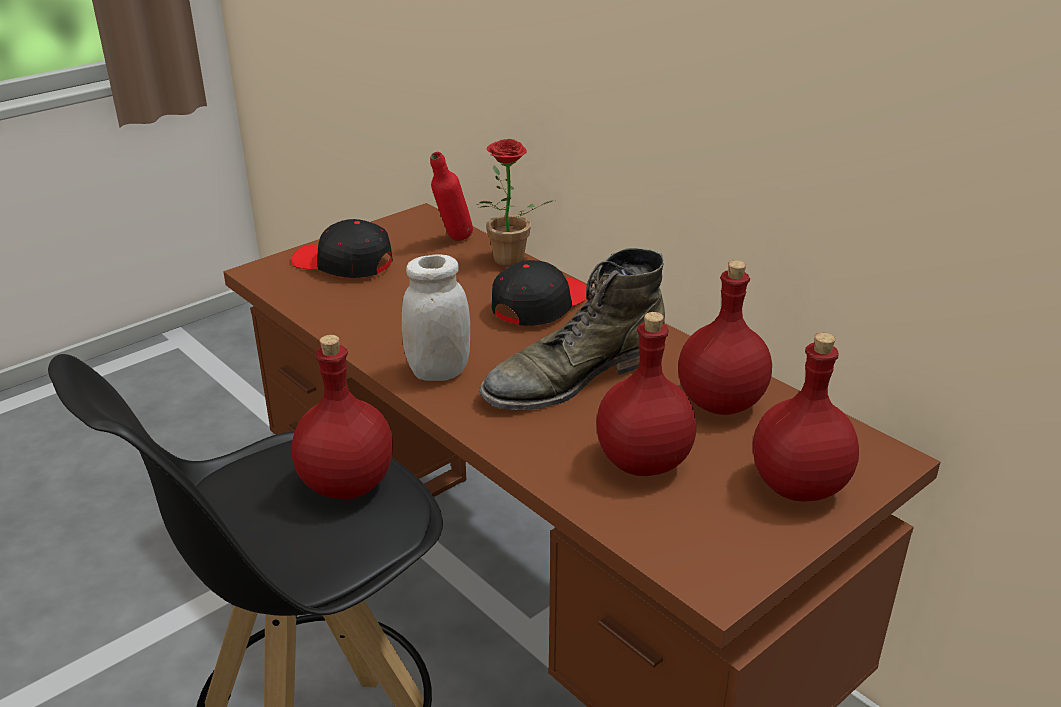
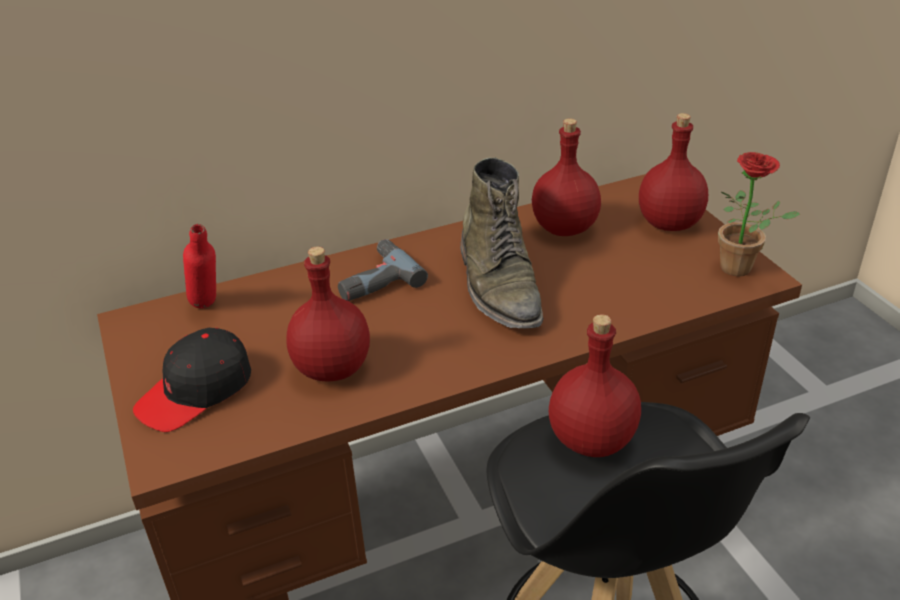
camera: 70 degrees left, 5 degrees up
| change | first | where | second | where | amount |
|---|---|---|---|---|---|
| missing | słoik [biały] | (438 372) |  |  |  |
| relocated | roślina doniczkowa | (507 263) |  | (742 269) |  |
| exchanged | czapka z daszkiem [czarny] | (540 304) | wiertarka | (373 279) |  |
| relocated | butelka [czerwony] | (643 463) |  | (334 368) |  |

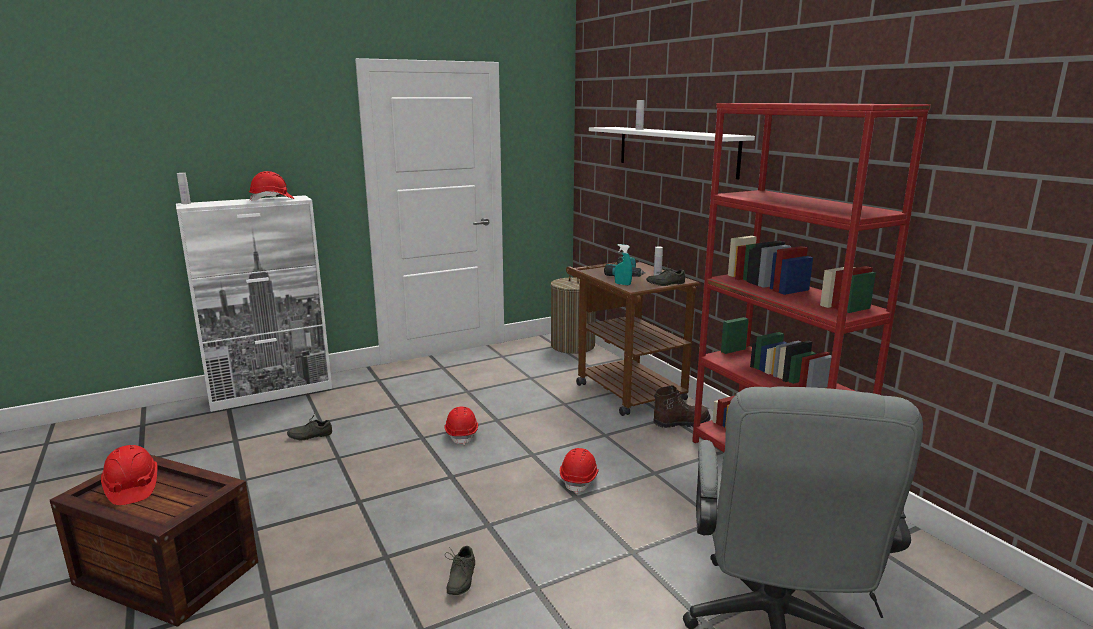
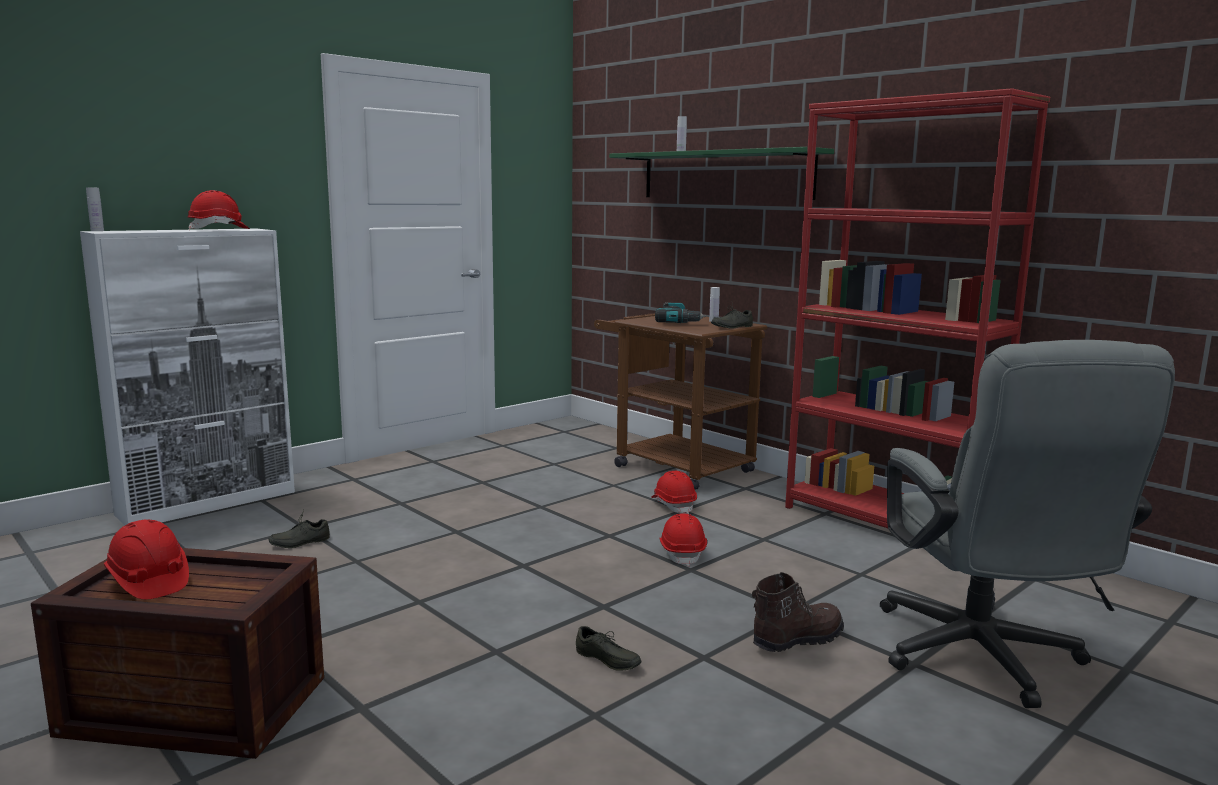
camera: 15 degrees left, 5 degrees down
| change | first | where | second | where | amount |
|---|---|---|---|---|---|
| relocated | kask [czerwony] | (462 434) |  | (673 505) |  |
| spun | but [szary] | (459 579) |  | (606 661) | 45 degrees counterclockwise |
| missing | kosz na pranie | (573 346) |  |  |  |
| colour | półka [biały] | (675 150) | półka [zielony] | (724 175) |  |
| missing | spryskiwacz [turkusowy] | (622 284) |  |  |  |
| relocated | but z cholewką [brązowy] | (680 423) |  | (796 639) |  |

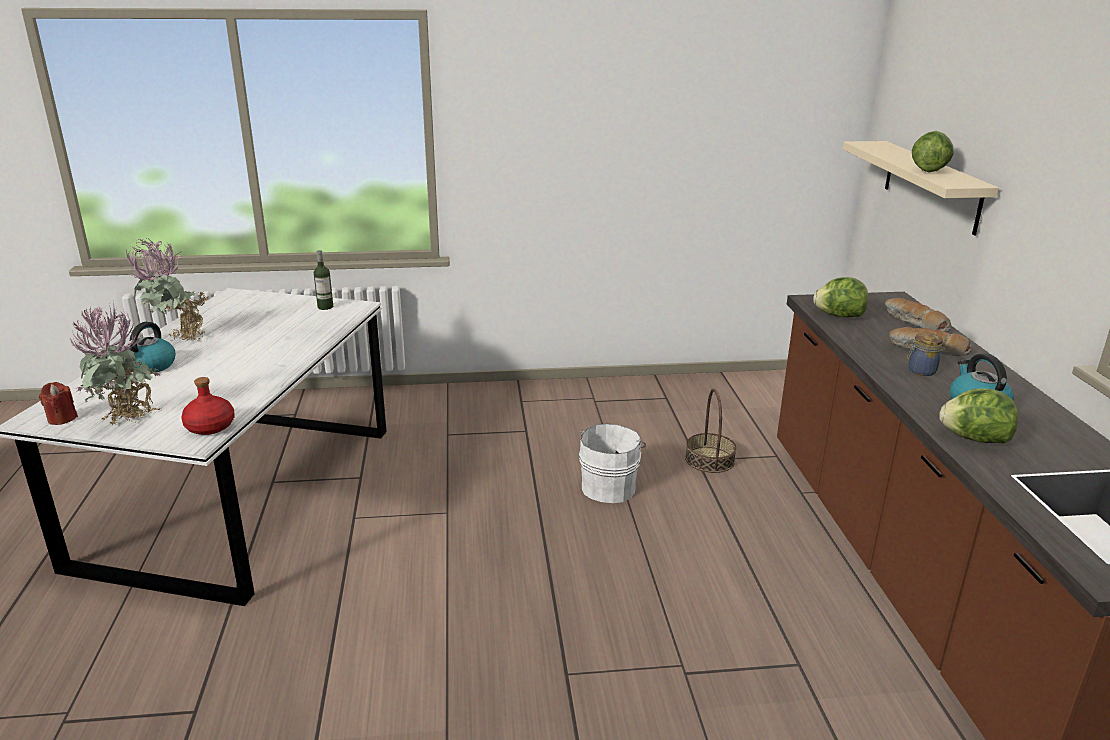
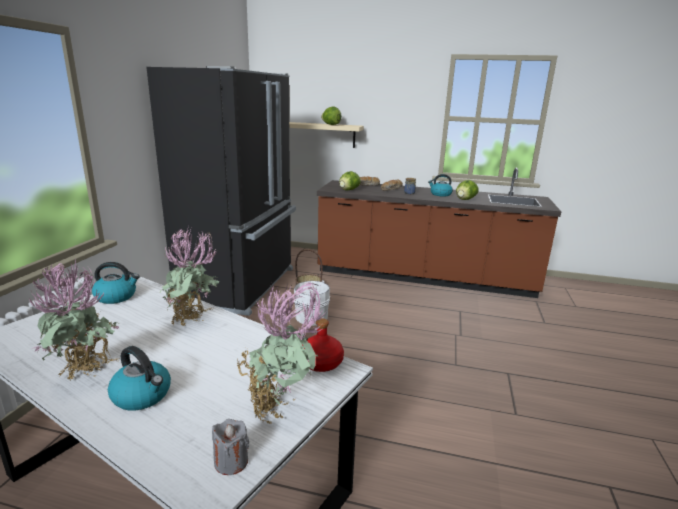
camera: 70 degrees left, 5 degrees down
| change | first | where | second | where | amount |
|---|---|---|---|---|---|
| colour | świeca [czerwony] | (62 418) | świeca [szary] | (231 462) |  |
| exchanged | butelka | (325 307) | czajnik | (116 297) |  |
| appeared |  |  | lodówka [czarny] | (241 286) |  |
| appeared |  |  | roślina doniczkowa | (194 323) |  |

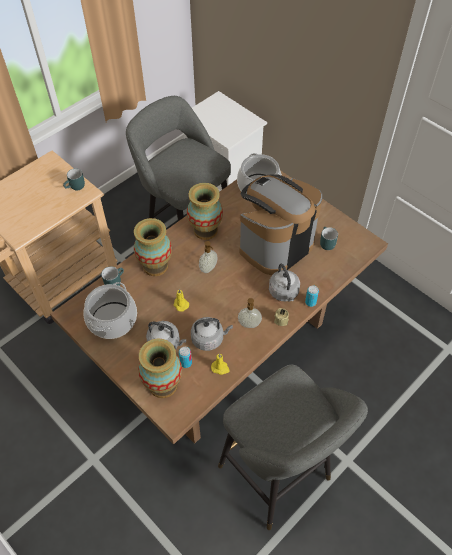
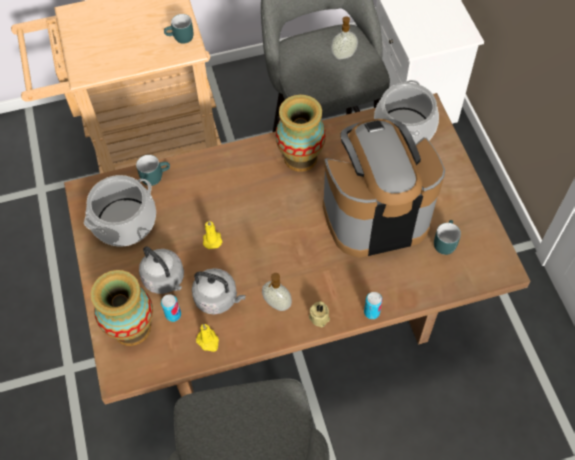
camera: 30 degrees right, 5 degrees up
| change | first | where | second | where | amount |
|---|---|---|---|---|---|
| missing | wazon | (155 266) |  |  |  |
| relocated | dozownik mydła | (209 269) |  | (344 56) |  |
| missing | czajnik [szary] | (284 293) |  |  |  |

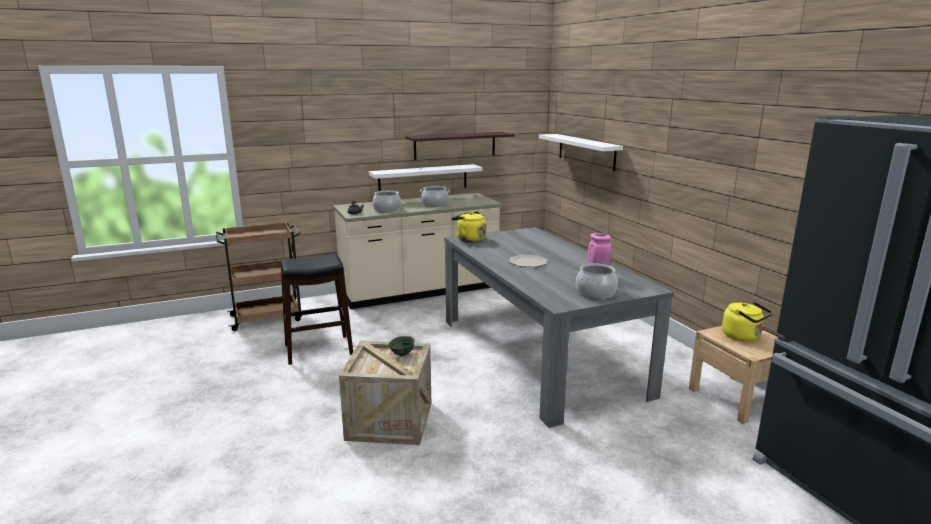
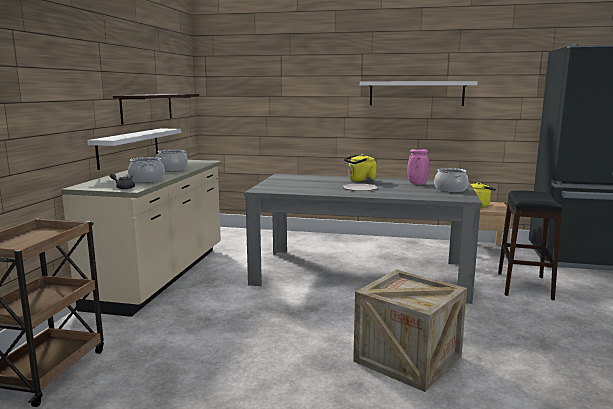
camera: 55 degrees left, 5 degrees down
| change | first | where | second | where | amount |
|---|---|---|---|---|---|
| relocated | stołek [czarny] | (318 350) |  | (524 286) |  |
| missing | miska [zielony] | (402 355) |  |  |  |
| relocated | czajnik [żółty] | (469 239) |  | (360 181) |  |
| relocated | półka [biały] | (586 151) |  | (416 93) |  |

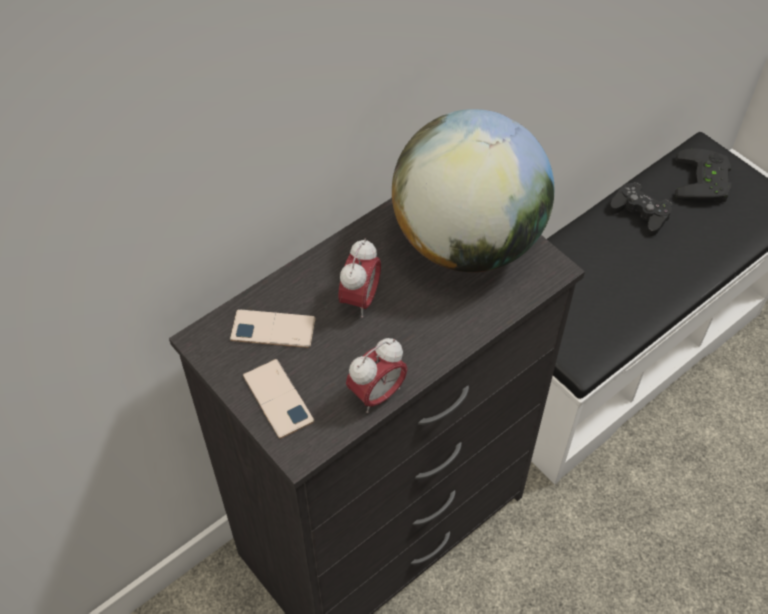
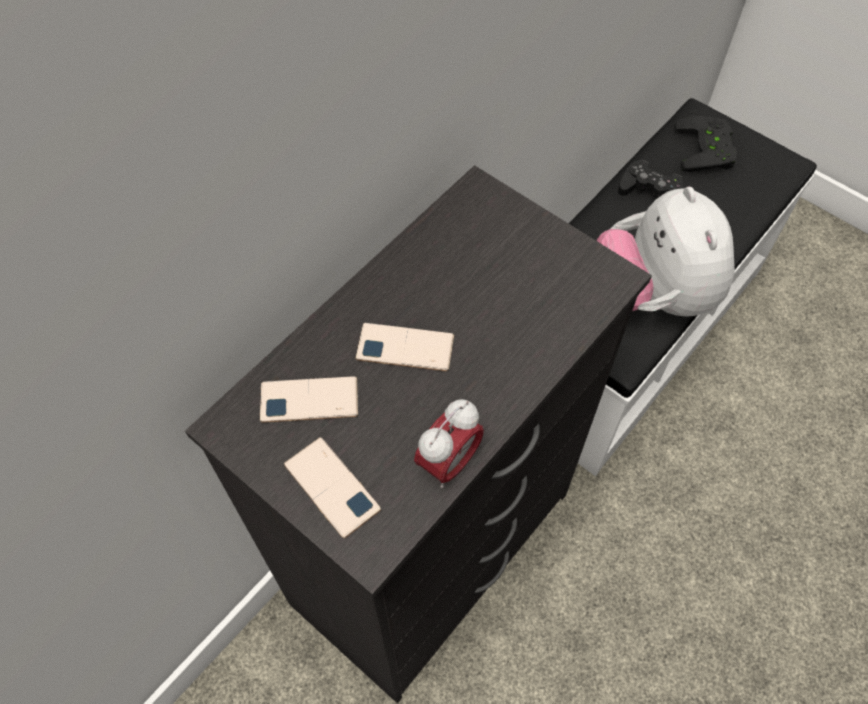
camera: 10 degrees left, 5 degrees up
| change | first | where | second | where | amount |
|---|---|---|---|---|---|
| exchanged | budzik | (360 300) | telefon | (405 347) |  |
| missing | globus | (467 242) |  |  |  |
| appeared |  |  | pluszak | (651 295) |  |

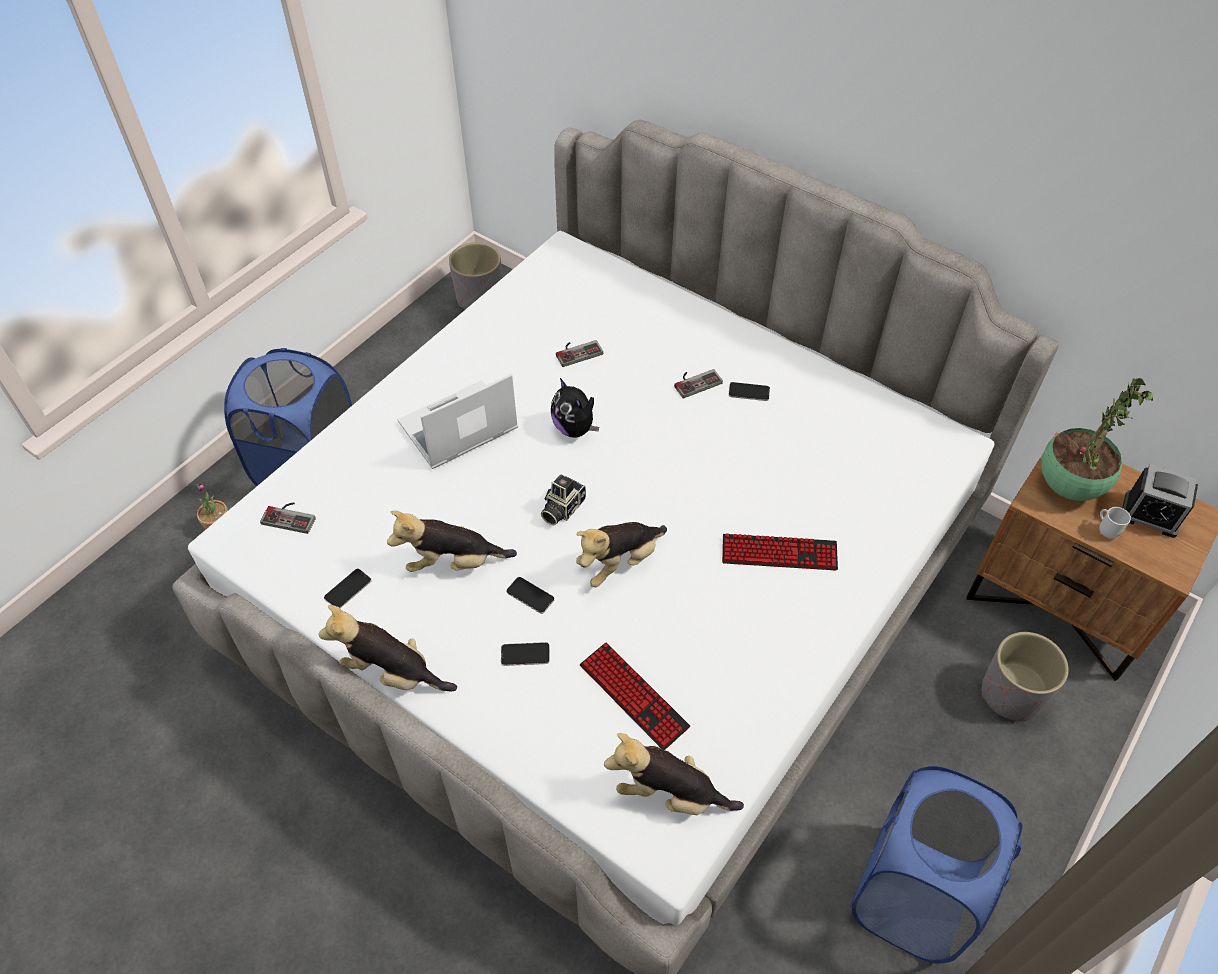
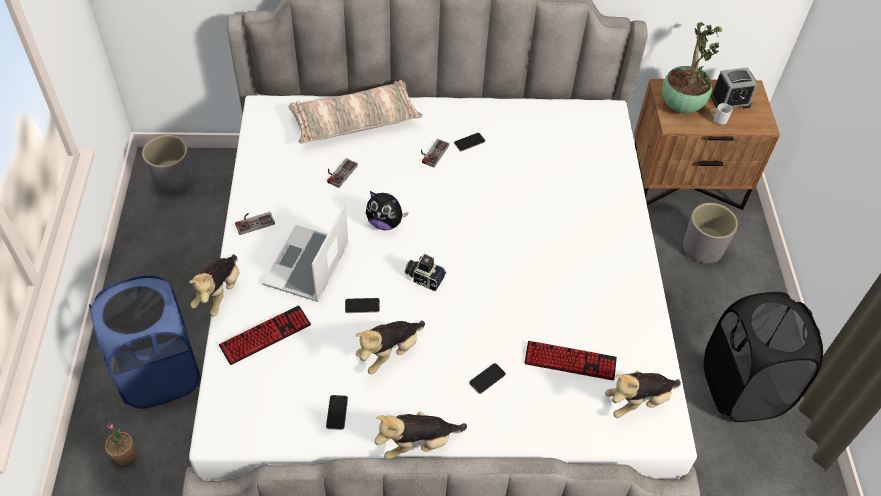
camera: 40 degrees left, 0 degrees up
| change | first | where | second | where | amount |
|---|---|---|---|---|---|
| relocated | pad do gier | (291 516) |  | (253 221) |  |
| relocated | telefon | (530 595) |  | (362 306) |  |
| spun | aparat fotograficzny | (561 508) |  | (424 278) | 120 degrees clockwise |
| relocated | pluszak | (619 562) |  | (219 293) |  |
| relocated | klawiatura | (779 553) |  | (265 336) |  |
| colour | kosz na pranie [niebieski] | (911 895) | kosz na pranie [czarny] | (742 388) |  |
| appeared |  |  | poduszka | (355 121) |  |

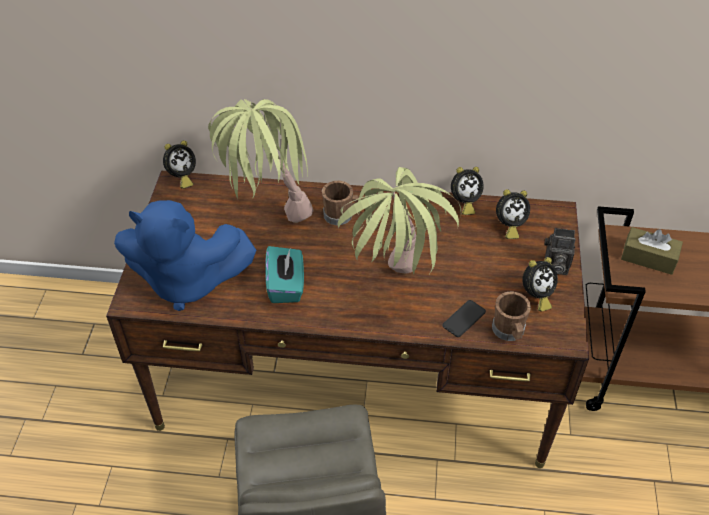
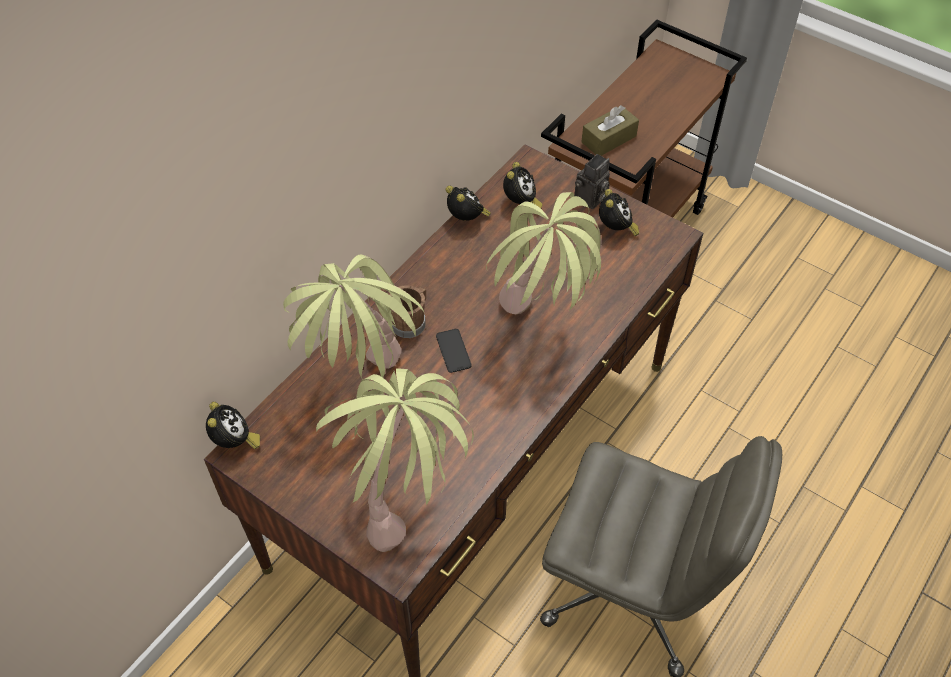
camera: 60 degrees left, 5 degrees up
| change | first | where | second | where | amount |
|---|---|---|---|---|---|
| exchanged | pluszak [niebieski] | (186 281) | roślina doniczkowa | (406 501) |  |
| missing | pudełko chusteczek [turkusowy] | (286 286) |  |  |  |
| relocated | telefon | (464 319) |  | (453 351) |  |
| spun | budzik | (464 203) |  | (467 219) | 45 degrees counterclockwise |
| missing | kubek [brązowy] | (509 331) |  |  |  |

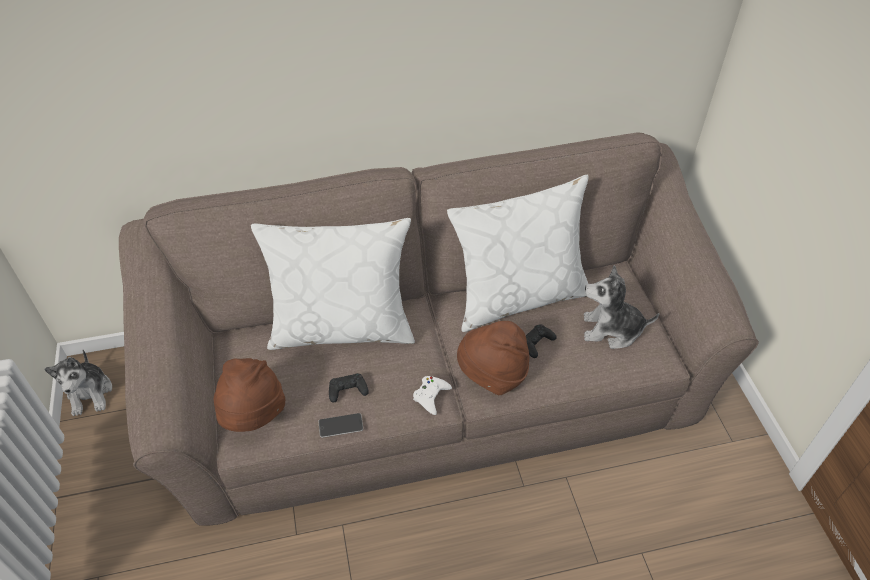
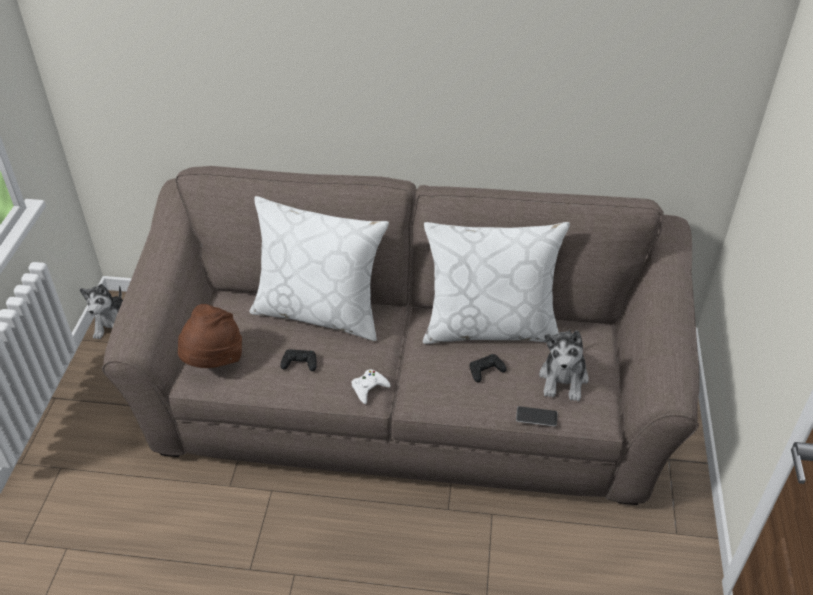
camera: 20 degrees right, 5 degrees down
| change | first | where | second | where | amount |
|---|---|---|---|---|---|
| relocated | telefon | (340 425) |  | (536 416) |  |
| missing | kapelusz [brązowy] | (492 375) |  |  |  |
| spun | pluszak | (611 330) |  | (563 379) | 105 degrees counterclockwise |

